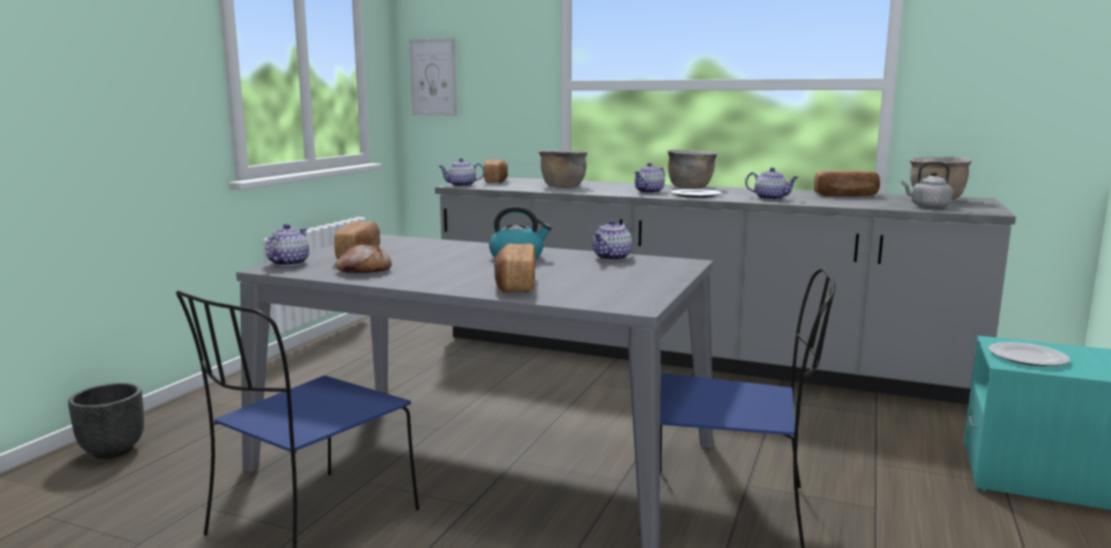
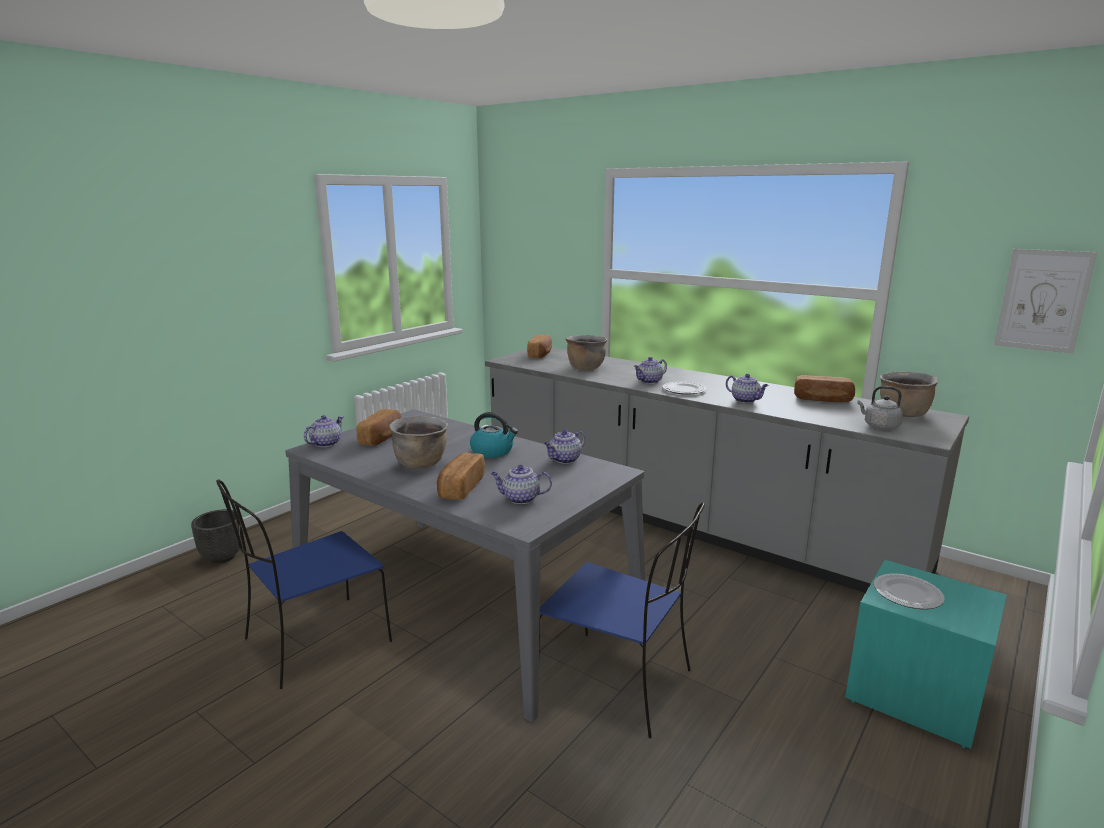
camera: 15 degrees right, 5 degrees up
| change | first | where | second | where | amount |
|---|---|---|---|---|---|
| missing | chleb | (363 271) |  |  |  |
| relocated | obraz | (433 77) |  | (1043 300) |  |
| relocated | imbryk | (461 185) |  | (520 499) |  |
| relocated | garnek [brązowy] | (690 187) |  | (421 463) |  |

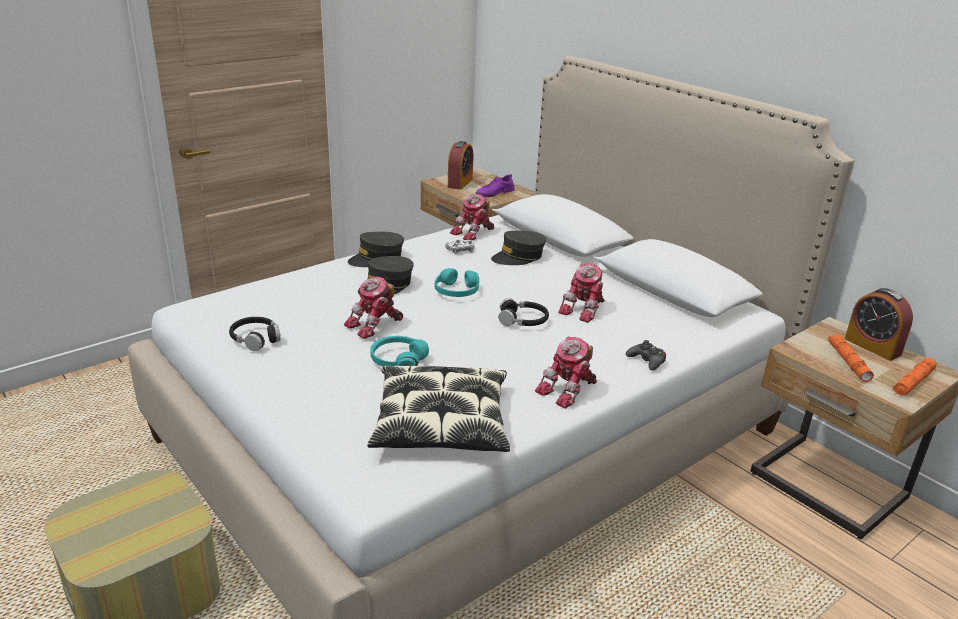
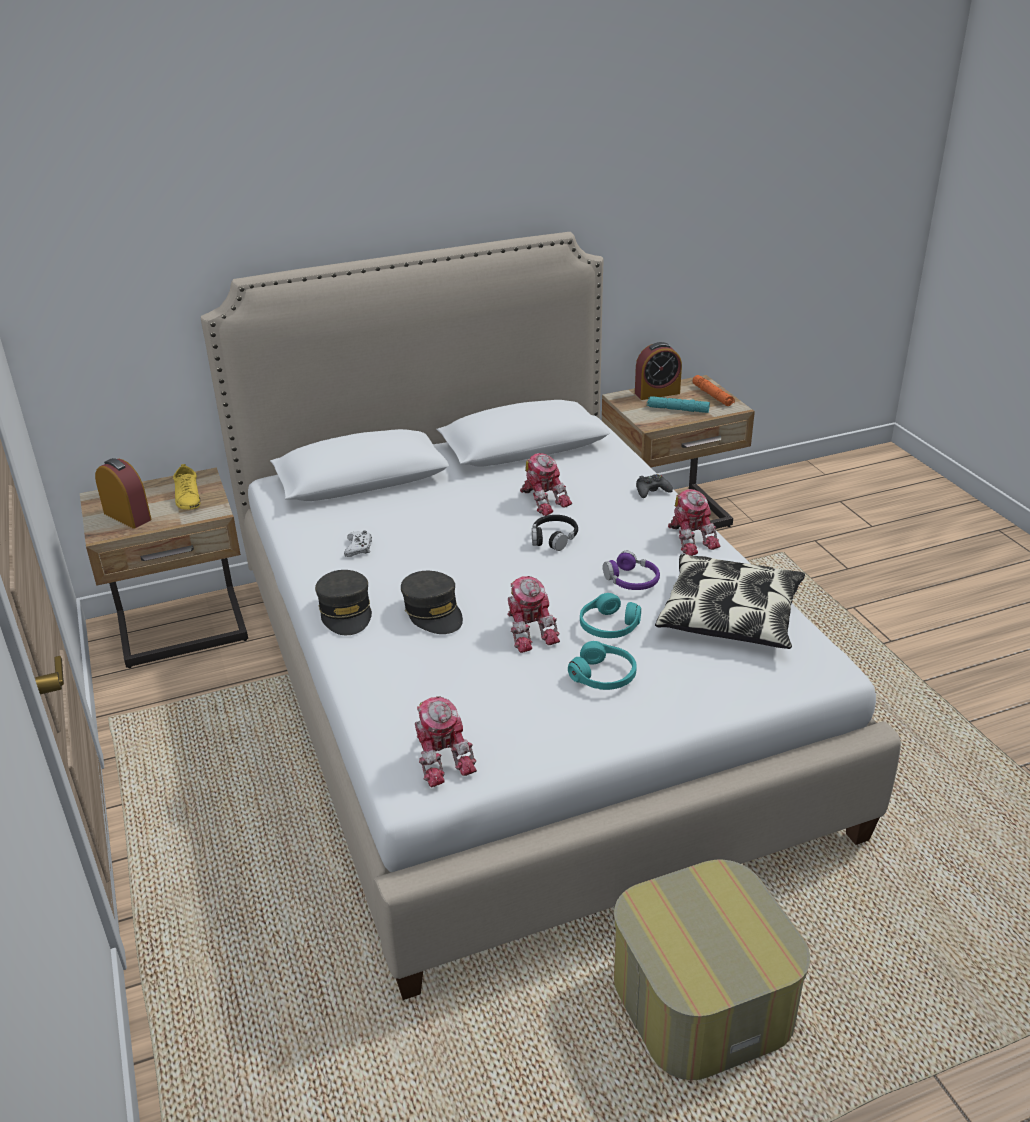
camera: 70 degrees left, 5 degrees up
| change | first | where | second | where | amount |
|---|---|---|---|---|---|
| missing | słuchawki [czarny] | (255 339) |  |  |  |
| relocated | słuchawki [turkusowy] | (456 291) |  | (603 675) |  |
| relocated | robot zabawkowy | (474 233) |  | (442 757) |  |
| colour | but [fioletowy] | (494 193) | but [żółty] | (188 497) |  |
| missing | czapka z daszkiem [szary] | (518 257) |  |  |  |
| colour | latarka [pomarańczowy] | (848 362) | latarka [turkusowy] | (677 409) |  |
| appeared |  |  | słuchawki [fioletowy] | (631 580) |  |

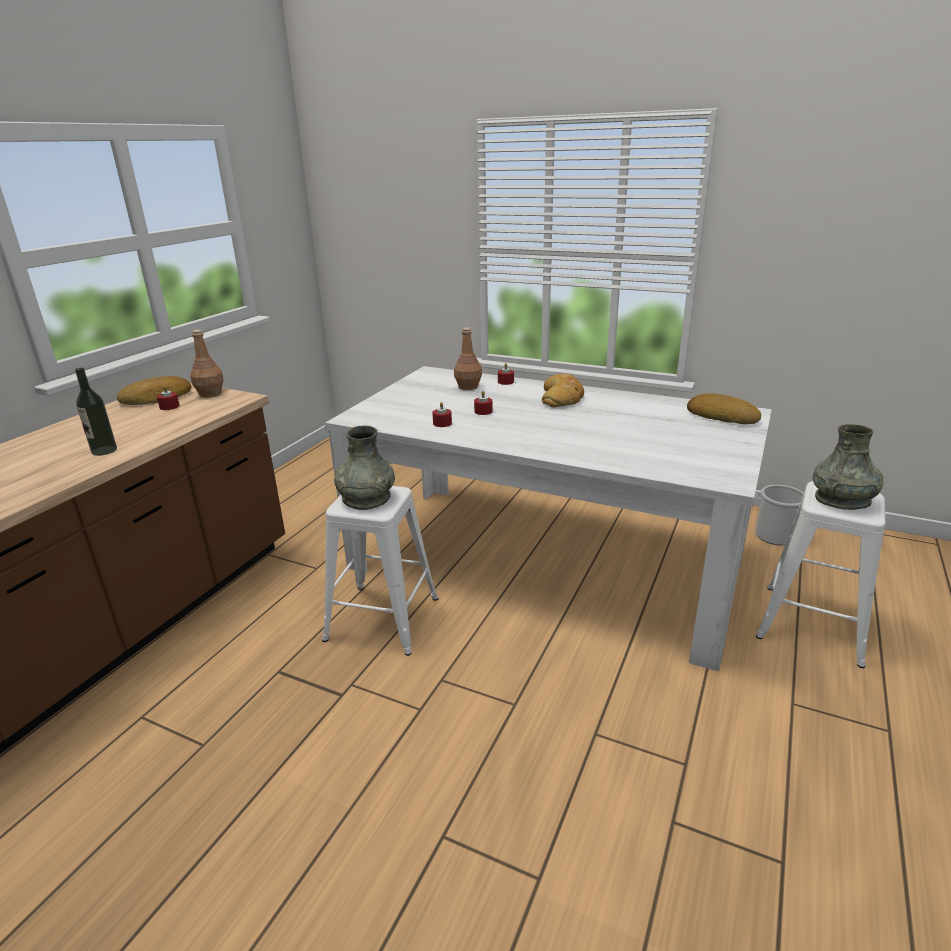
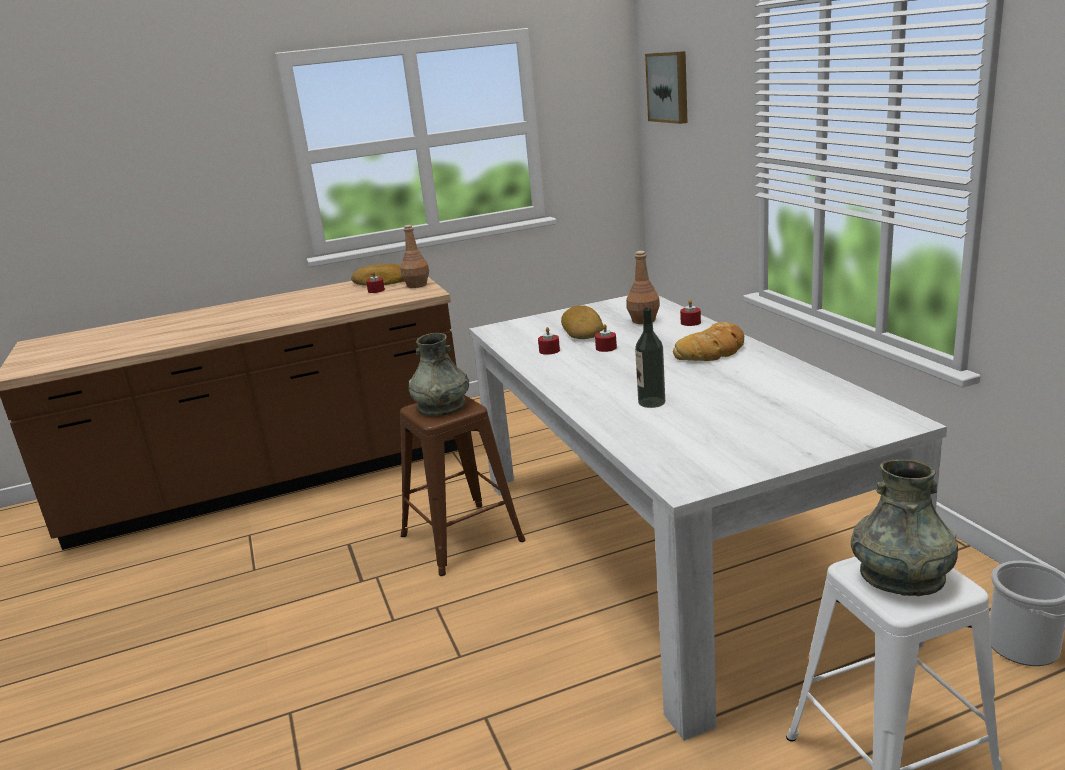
camera: 45 degrees right, 5 degrees down
| change | first | where | second | where | amount |
|---|---|---|---|---|---|
| relocated | butelka | (104 450) |  | (651 402) |  |
| colour | stołek [biały] | (381 619) | stołek [brązowy] | (460 537) |  |
| relocated | chleb | (722 416) |  | (583 329) |  |
| appeared |  |  | obraz | (669 87) |  |

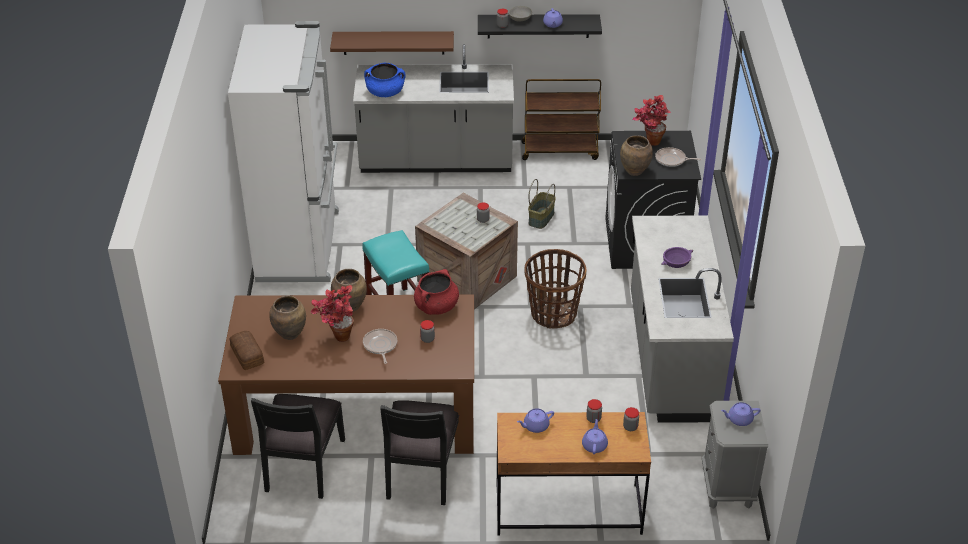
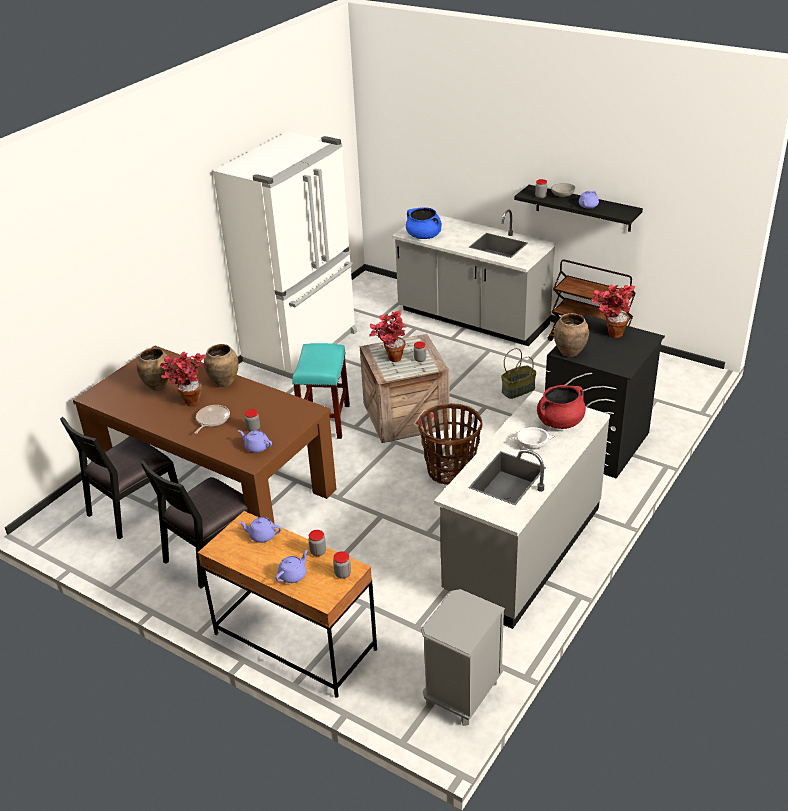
camera: 35 degrees right, 5 degrees down
| change | first | where | second | where | amount |
|---|---|---|---|---|---|
| missing | chleb | (247 356) |  |  |  |
| missing | półka [brązowy] | (393 42) |  |  |  |
| relocated | garnek [czerwony] | (436 307) |  | (560 422) |  |
| missing | patelnia | (672 160) |  |  |  |
| colour | miska [fioletowy] | (676 263) | miska [biały] | (532 444) |  |
| relocated | imbryk [fioletowy] | (739 419) |  | (256 447) |  |
| appeared |  |  | roślina doniczkowa | (390 359) |  |

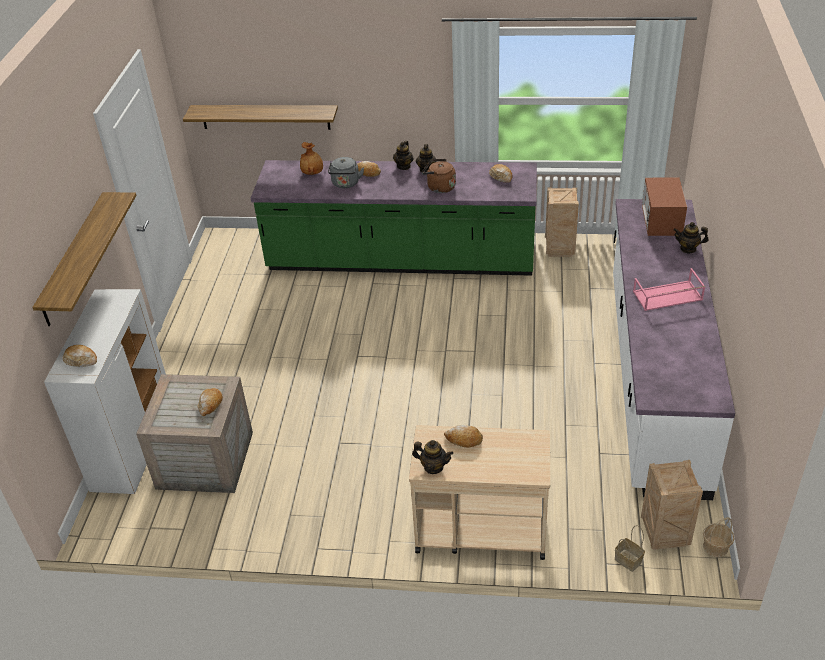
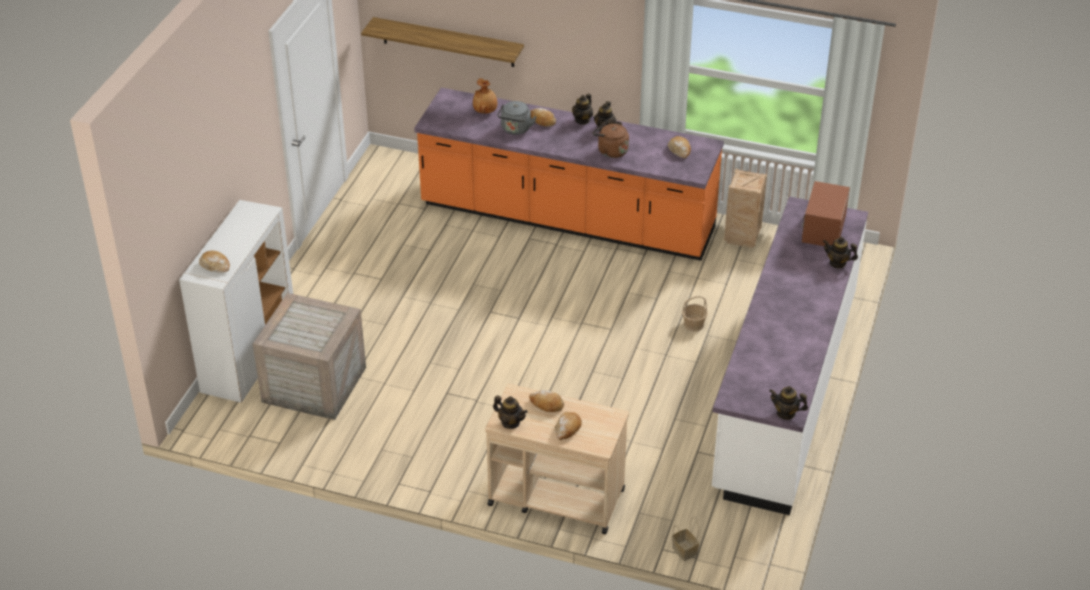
camera: 10 degrees right, 0 degrees up
| change | first | where | second | where | amount |
|---|---|---|---|---|---|
| missing | półka | (74 259) |  |  |  |
| relocated | chleb | (210 405) |  | (567 429) |  |
| colour | zabudowa kuchenna [zielony] | (401 260) | zabudowa kuchenna [pomarańczowy] | (567 219) |  |
| missing | taca [różowy] | (667 296) |  |  |  |
| missing | skrzynka | (665 535) |  |  |  |
| relocated | koszyk | (715 547) |  | (694 324) |  |
| appeared |  |  | imbryk | (786 413) |  |

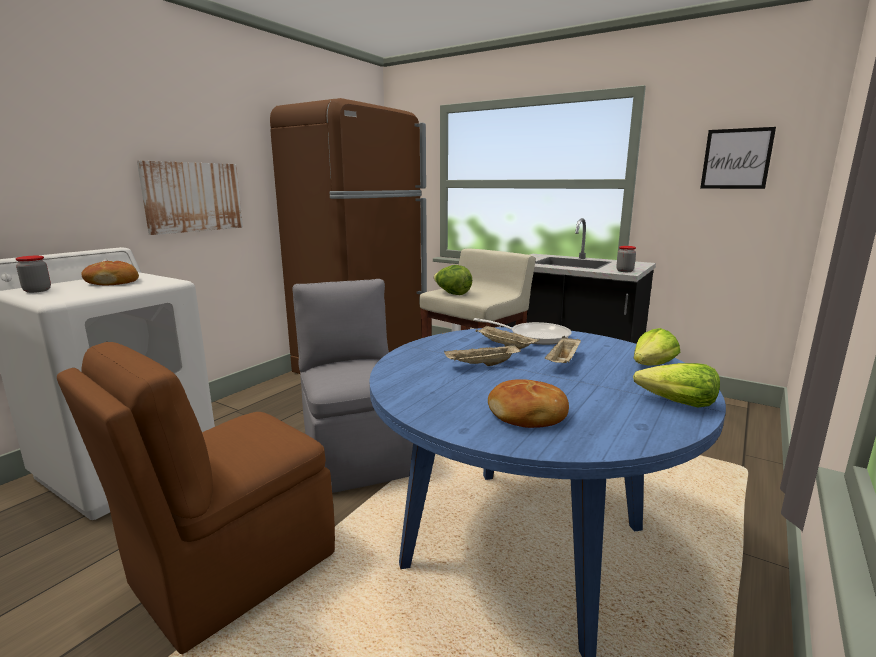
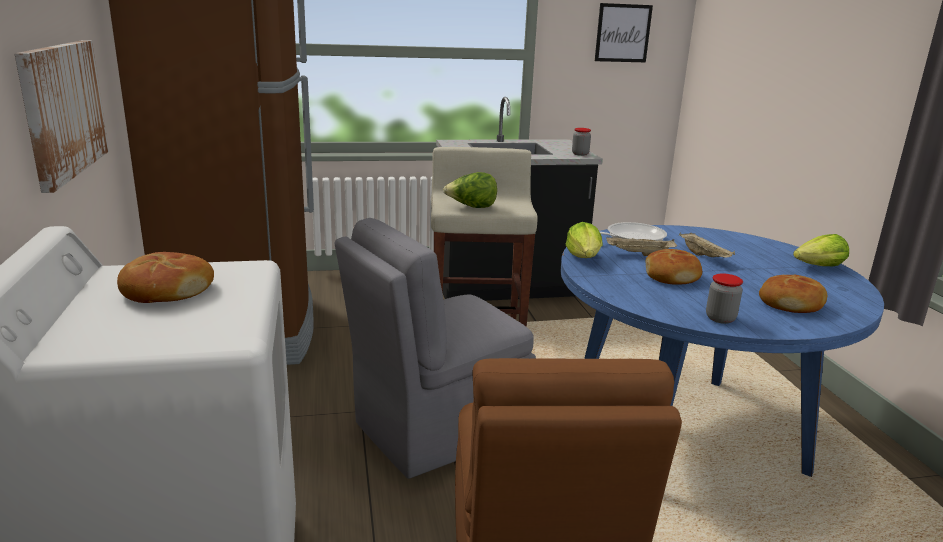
camera: 45 degrees left, 5 degrees up
| change | first | where | second | where | amount |
|---|---|---|---|---|---|
| relocated | słoik | (37 290) |  | (720 318) |  |
| spun | krzesło [szary] | (355 453) |  | (437 429) | 60 degrees counterclockwise |
| exchanged | taca [beżowy] | (482 365) | chleb | (672 276) |  |
| relocated | sałata | (652 366) |  | (584 257) |  |

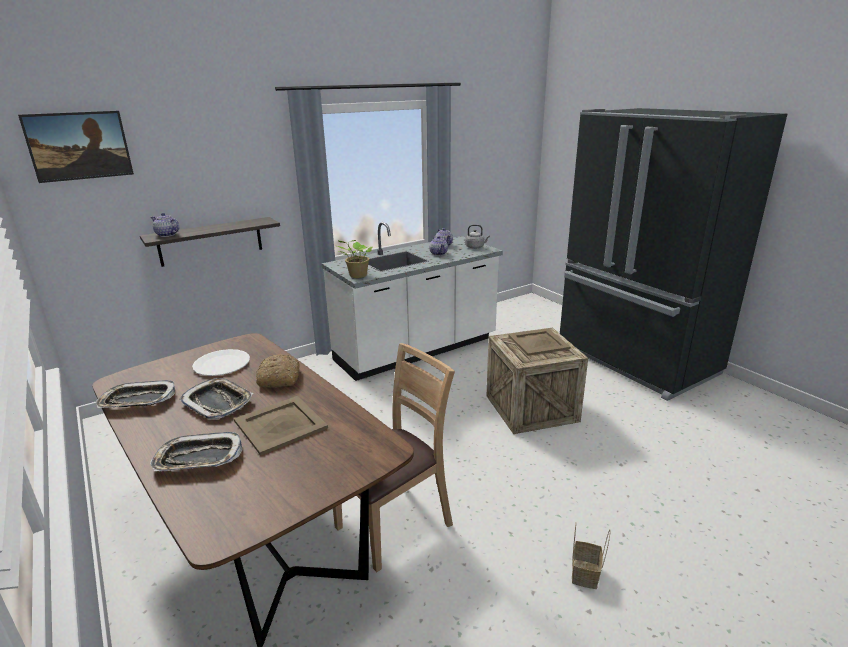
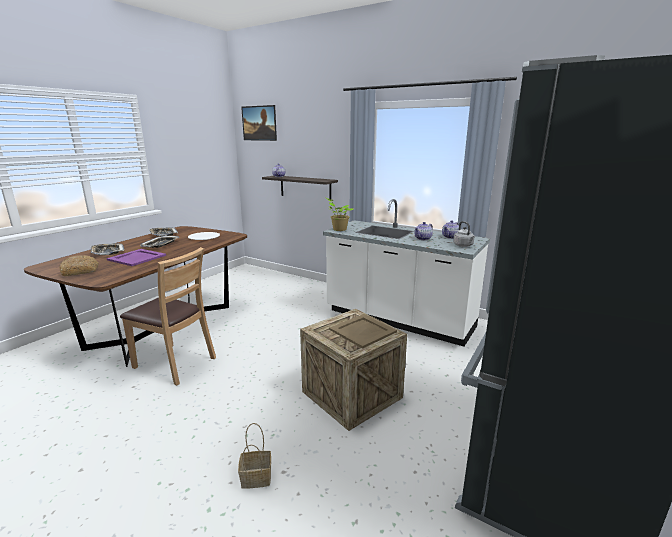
camera: 65 degrees right, 5 degrees down
| change | first | where | second | where | amount |
|---|---|---|---|---|---|
| colour | taca [beżowy] | (279 424) | taca [fioletowy] | (137 257) |  |
| relocated | chleb | (278 378) |  | (80 271) |  |
| relocated | koszyk | (585 575) |  | (255 478) |  |

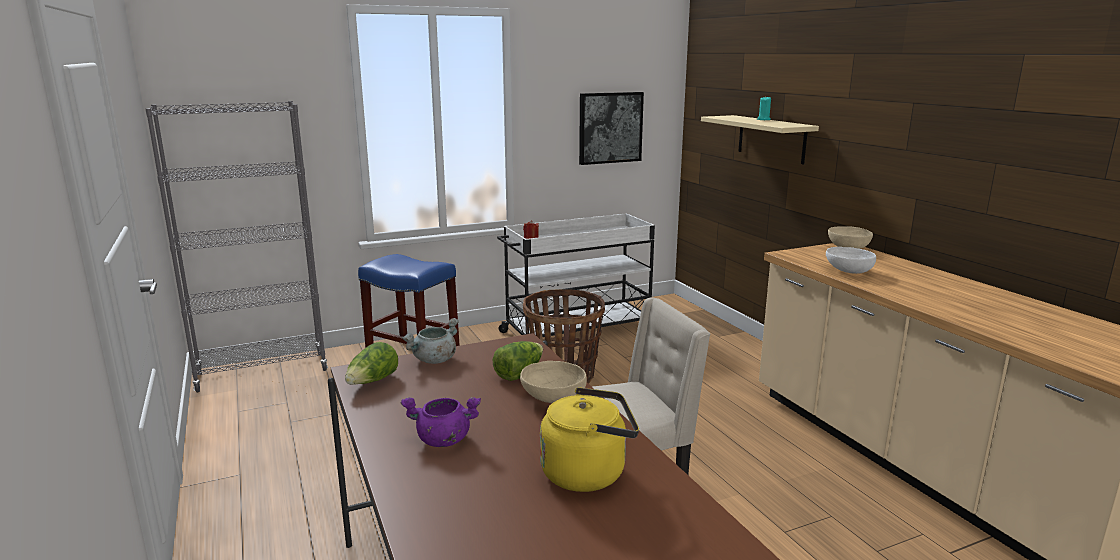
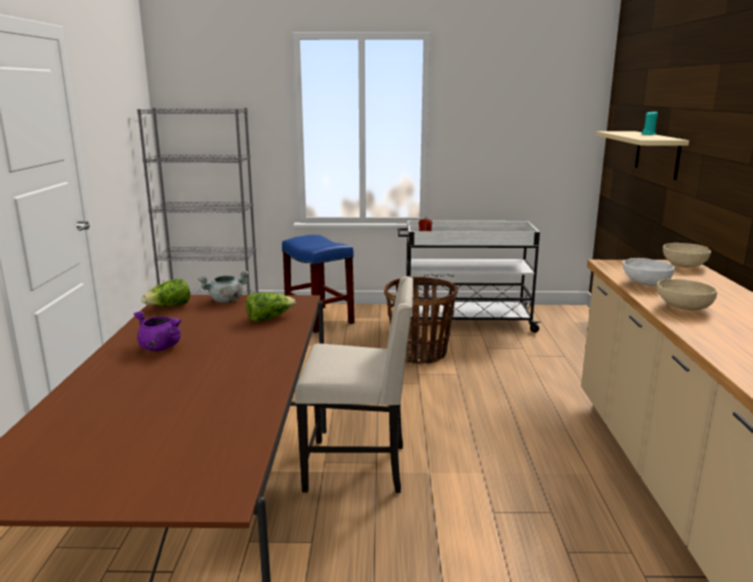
camera: 25 degrees right, 0 degrees up
| change | first | where | second | where | amount |
|---|---|---|---|---|---|
| relocated | miska [beżowy] | (552 398) |  | (682 307) |  |
| missing | czajnik [żółty] | (588 473) |  |  |  |
| missing | obraz | (610 127) |  |  |  |

